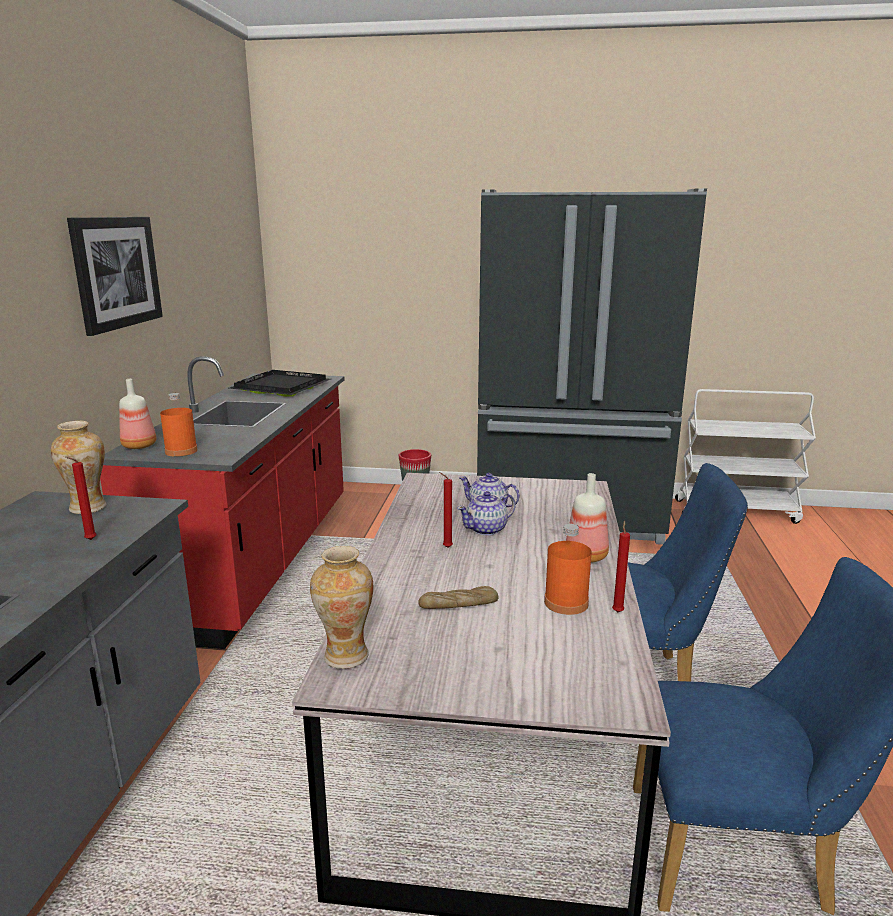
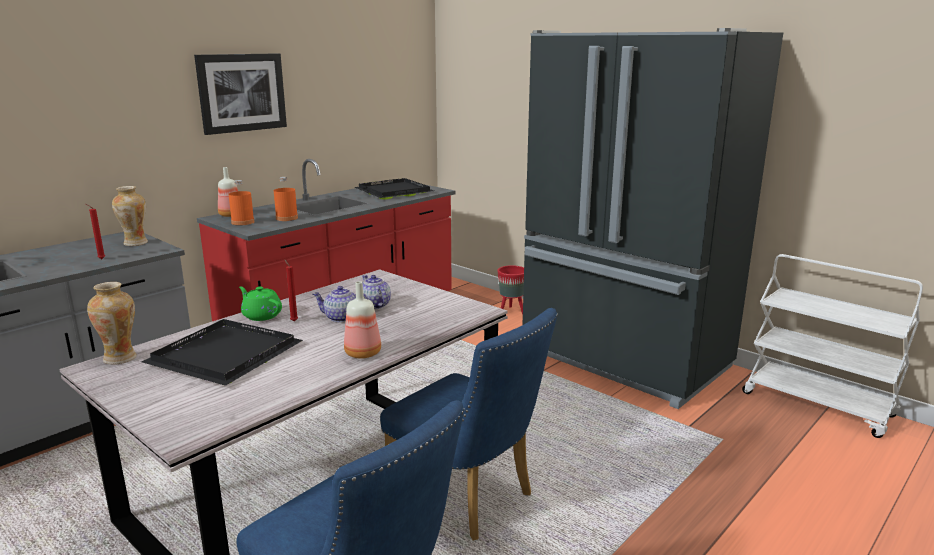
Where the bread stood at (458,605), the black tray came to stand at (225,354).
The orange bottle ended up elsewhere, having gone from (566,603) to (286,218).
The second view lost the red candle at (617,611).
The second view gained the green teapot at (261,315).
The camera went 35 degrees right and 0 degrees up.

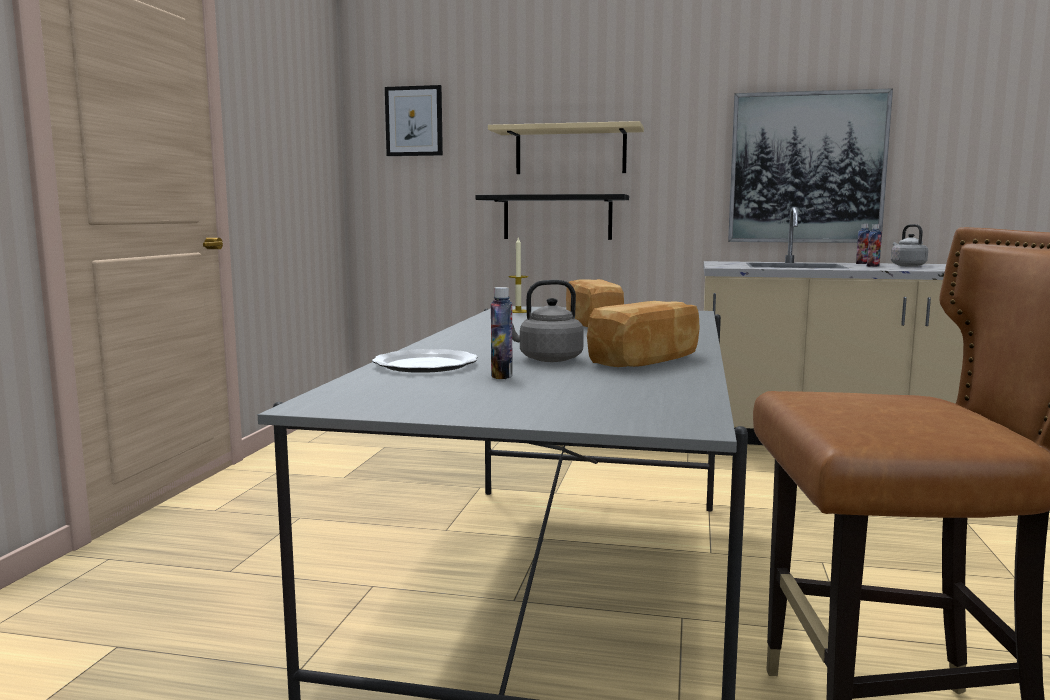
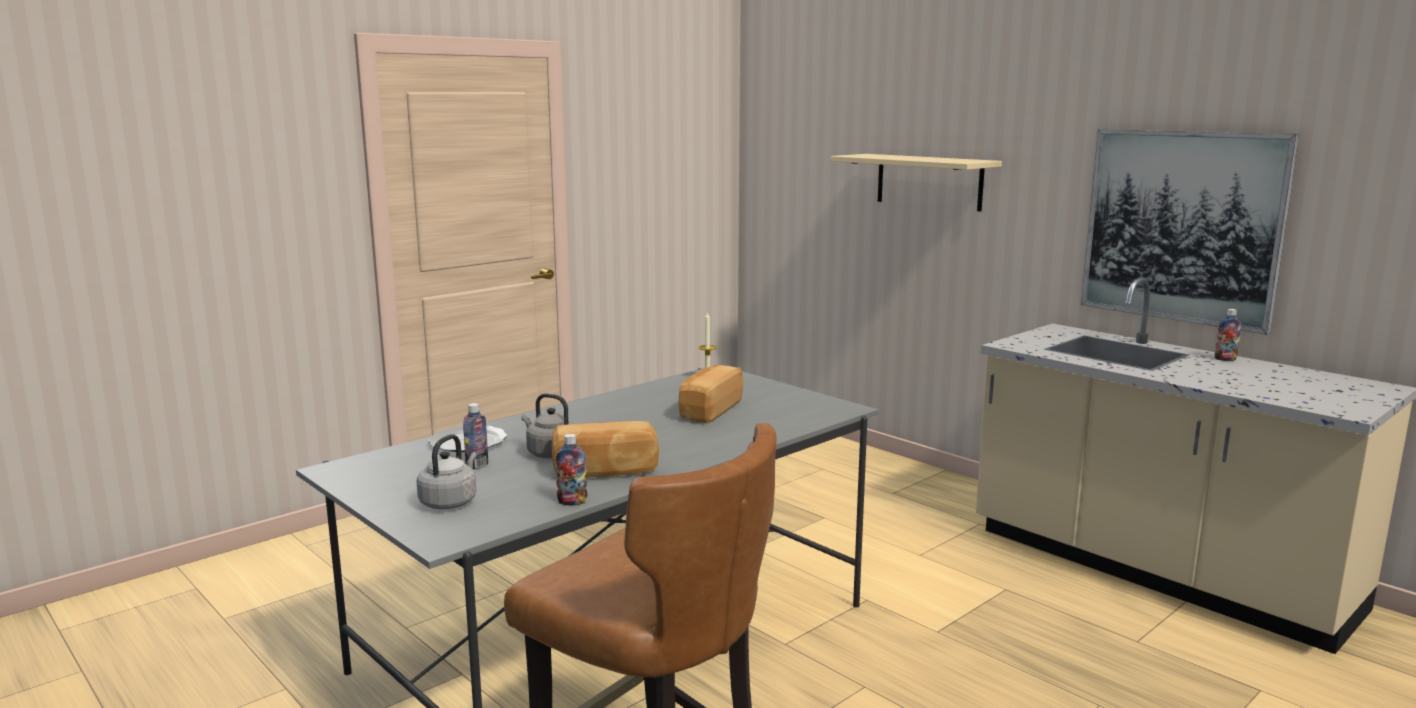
The second view lost the picture at (414,121).
The second view lost the black shelf at (557,217).
The bottle ended up elsewhere, having gone from (873,266) to (572,502).
The grey kettle ended up elsewhere, having gone from (906,265) to (450,502).
The camera went 35 degrees right and 5 degrees up.

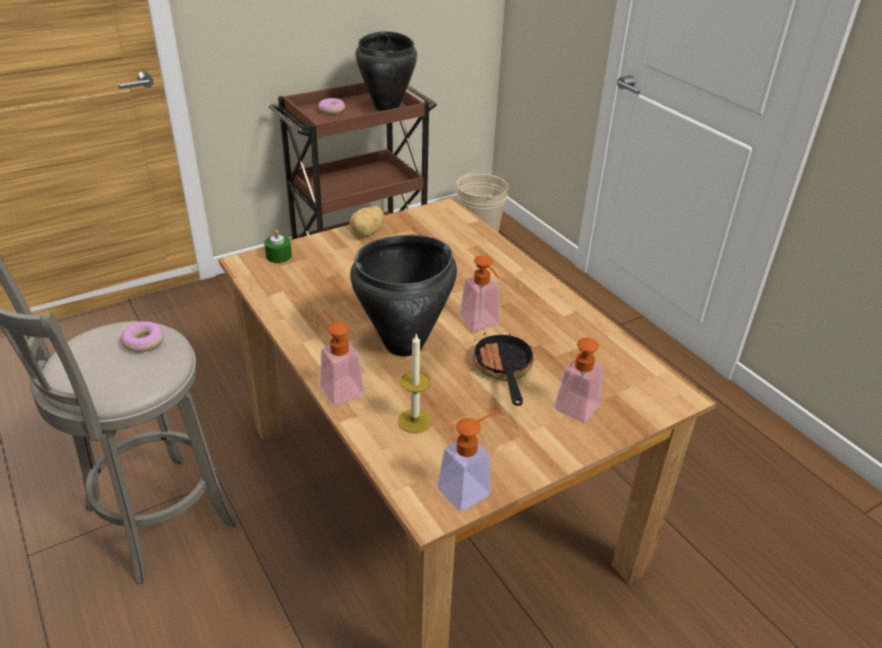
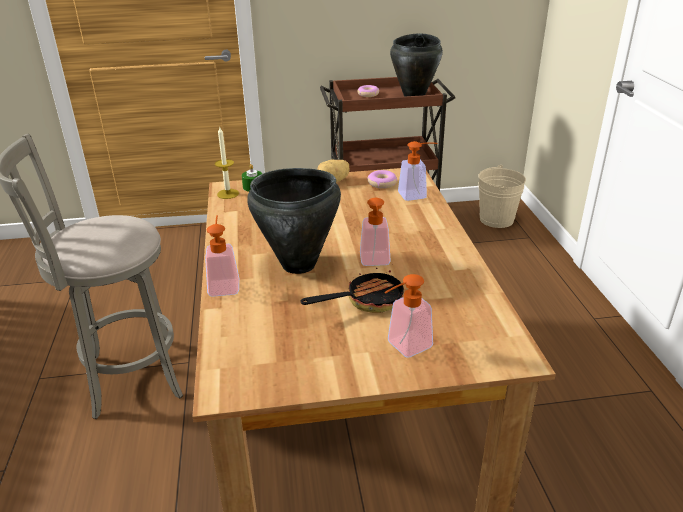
The donut ended up elsewhere, having gone from (143,342) to (382,183).
The candle ended up elsewhere, having gone from (415,421) to (228,194).
The soap dispenser ended up elsewhere, having gone from (471,488) to (417,194).
The frying pan at (503,370) ended up facing another way, 45 degrees clockwise from before.
The camera went 25 degrees right and 5 degrees down.

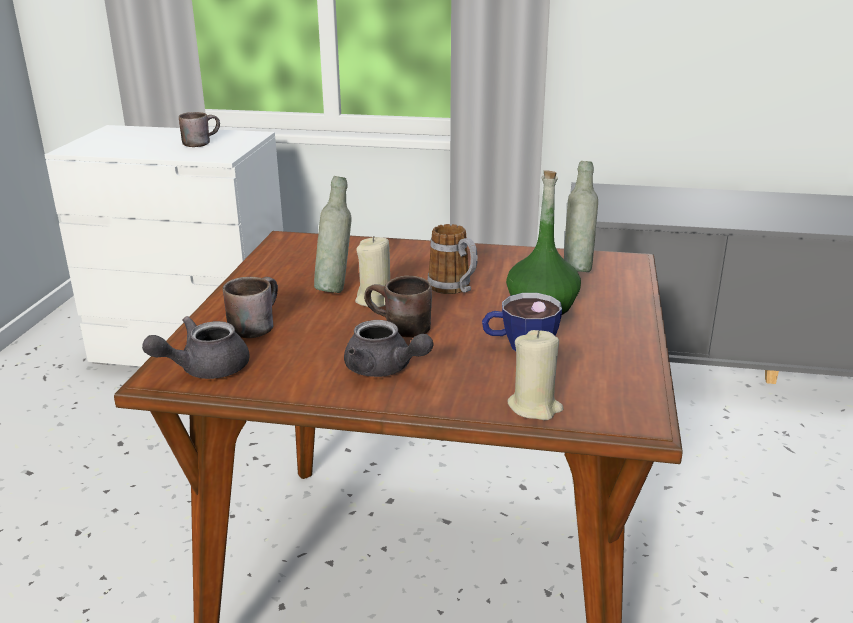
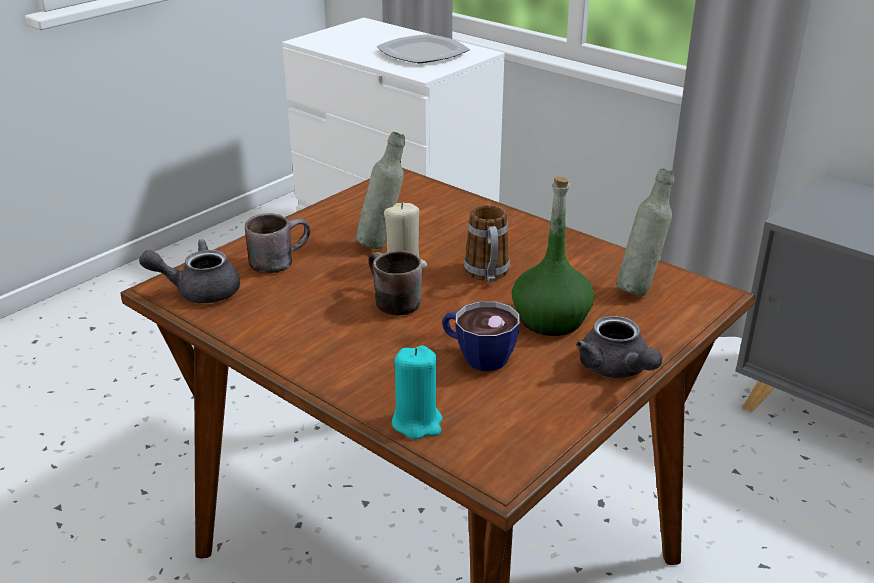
Where the brown mug stood at (200,142), the plate came to stand at (421,53).
The grey teapot ended up elsewhere, having gone from (384,369) to (617,370).
What was the beige candle at (534,407) turned into the turquoise candle at (417,422).
The camera went 30 degrees right and 5 degrees up.

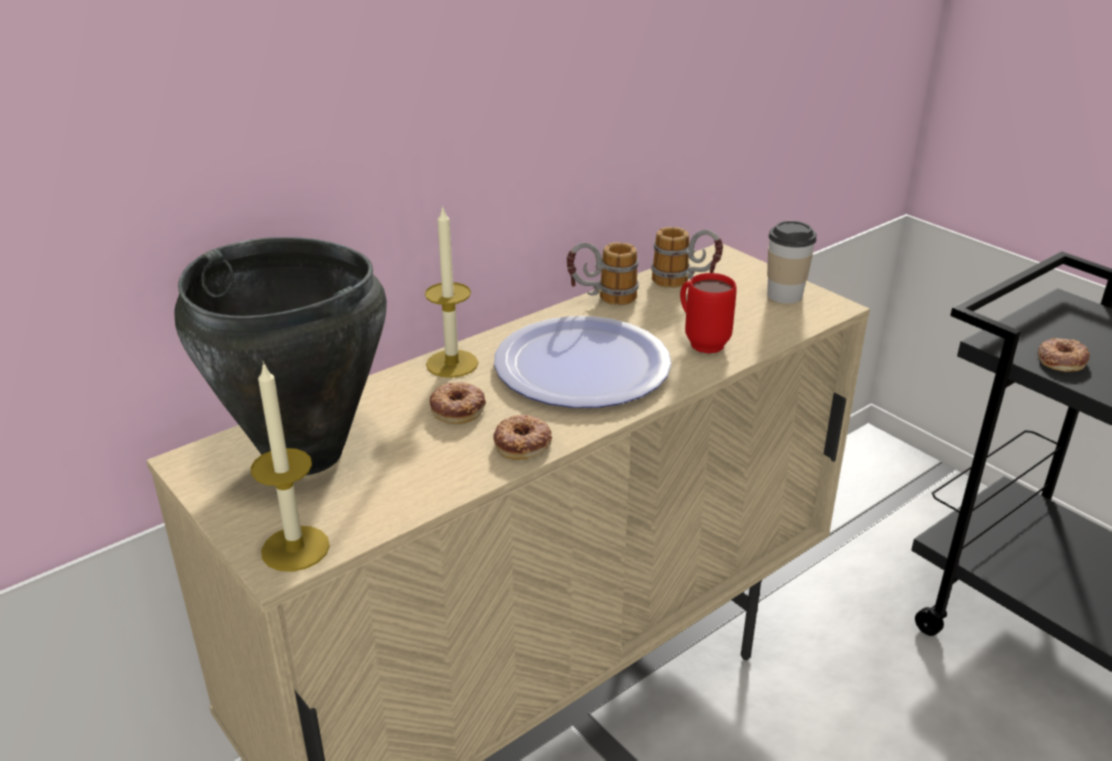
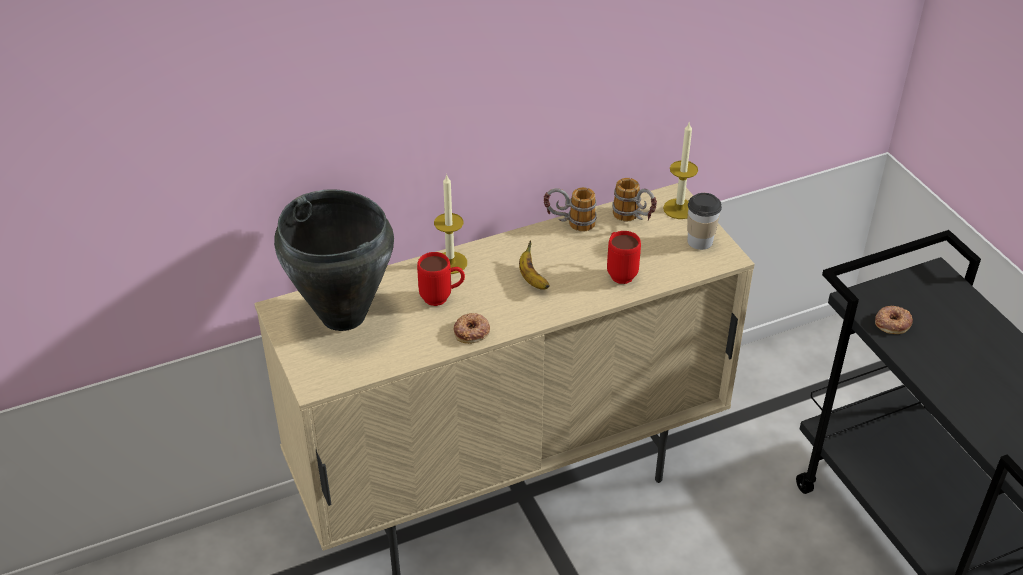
The candle ended up elsewhere, having gone from (295,548) to (679,209).
Where the donut stood at (458,408), the red mug came to stand at (442,298).
Where the plate stood at (581,365), the banana came to stand at (532,279).
The camera went 15 degrees right and 10 degrees up.

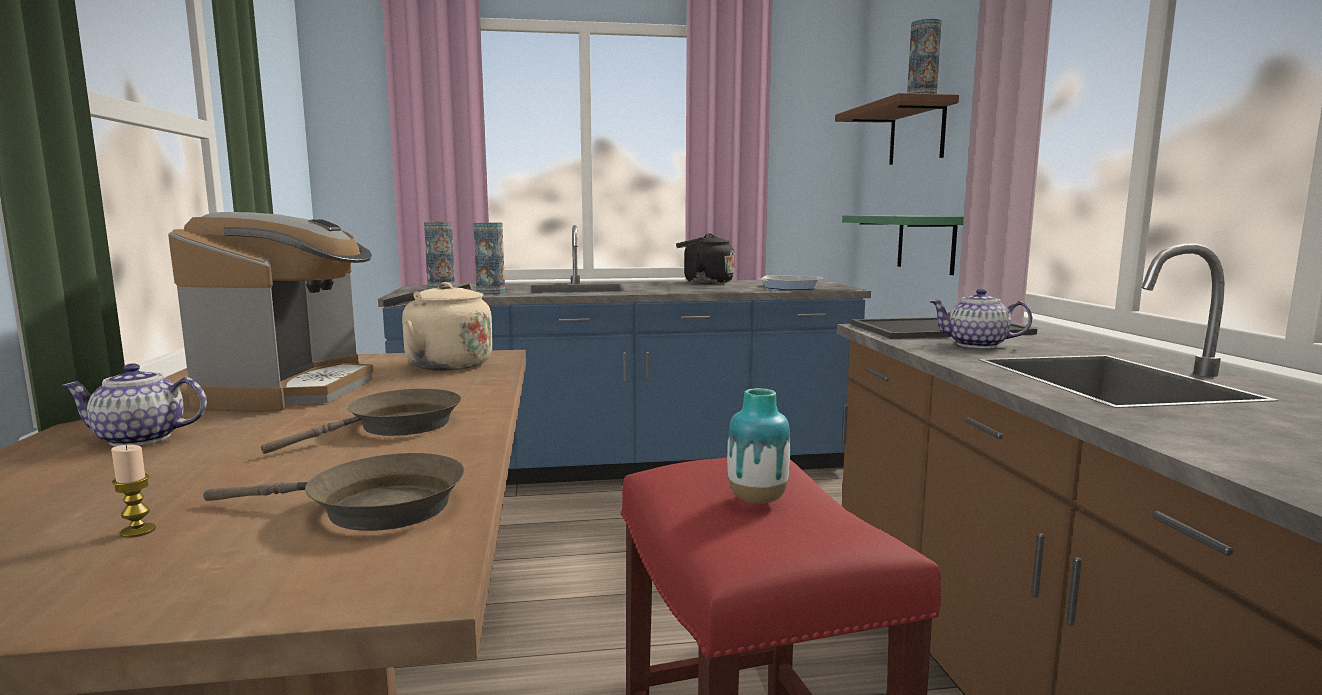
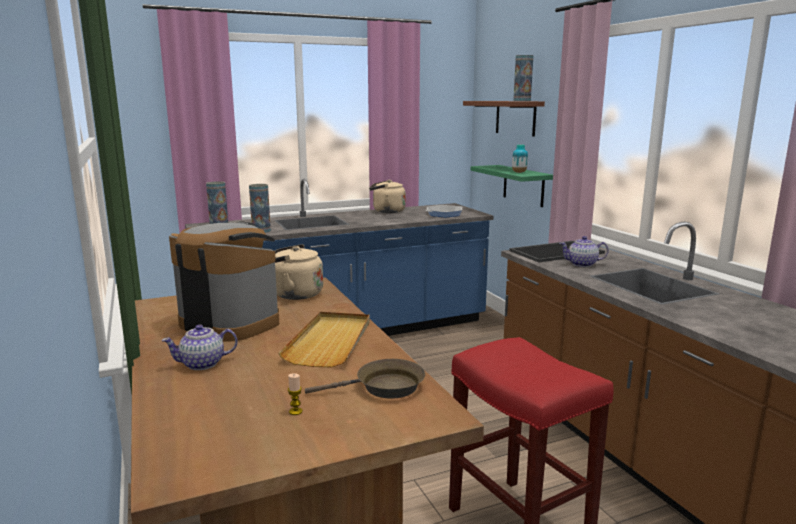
The coffee machine at (289,390) ended up facing another way, 45 degrees counterclockwise from before.
Where the brown frying pan stood at (397,426), the beige tray came to stand at (330,341).
What was the black kettle at (704,282) turned into the beige kettle at (386,211).
The vase ended up elsewhere, having gone from (757,500) to (519,172).
The camera went 15 degrees left and 5 degrees up.

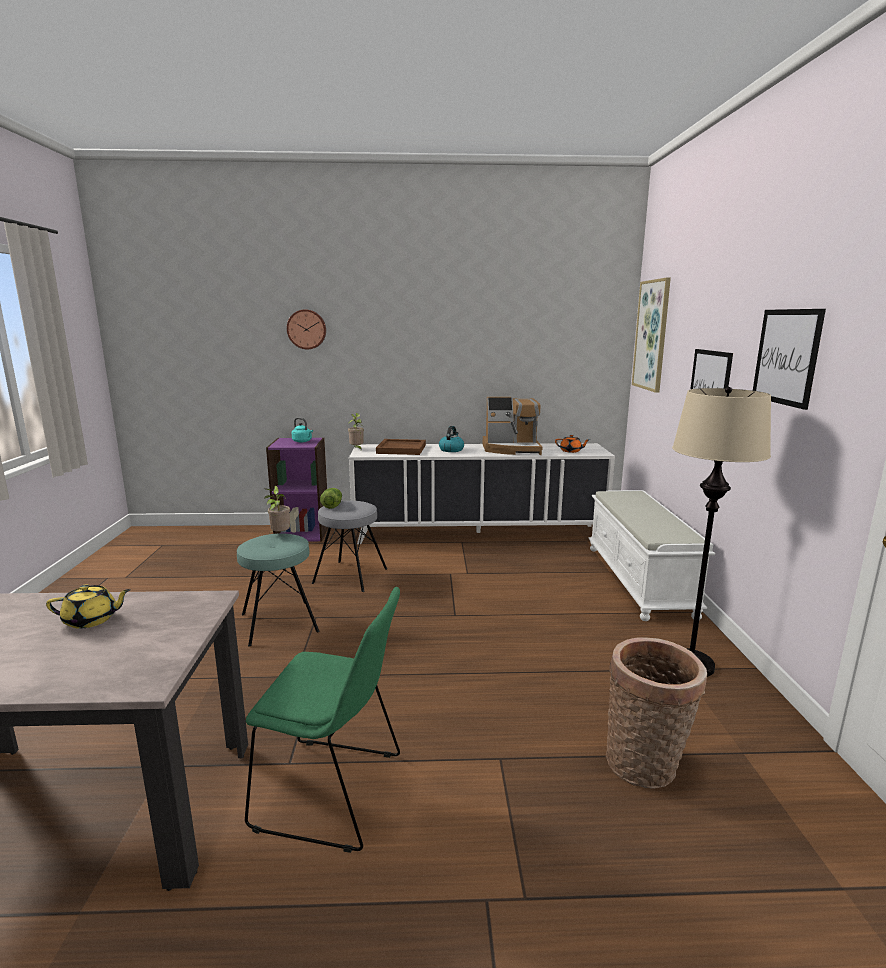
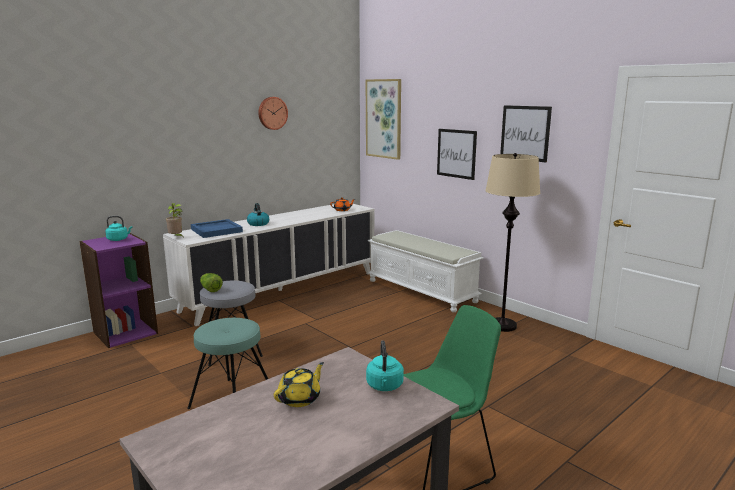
The second view lost the potted plant at (279,535).
The wall clock ended up elsewhere, having gone from (307,329) to (272,113).
What was the brown tray at (402,449) turned into the blue tray at (216,230).
The second view lost the coffee machine at (512,449).
The second view lost the basket at (645,765).
The second view gained the turquoise kettle at (384,386).
The camera went 40 degrees left and 0 degrees up.

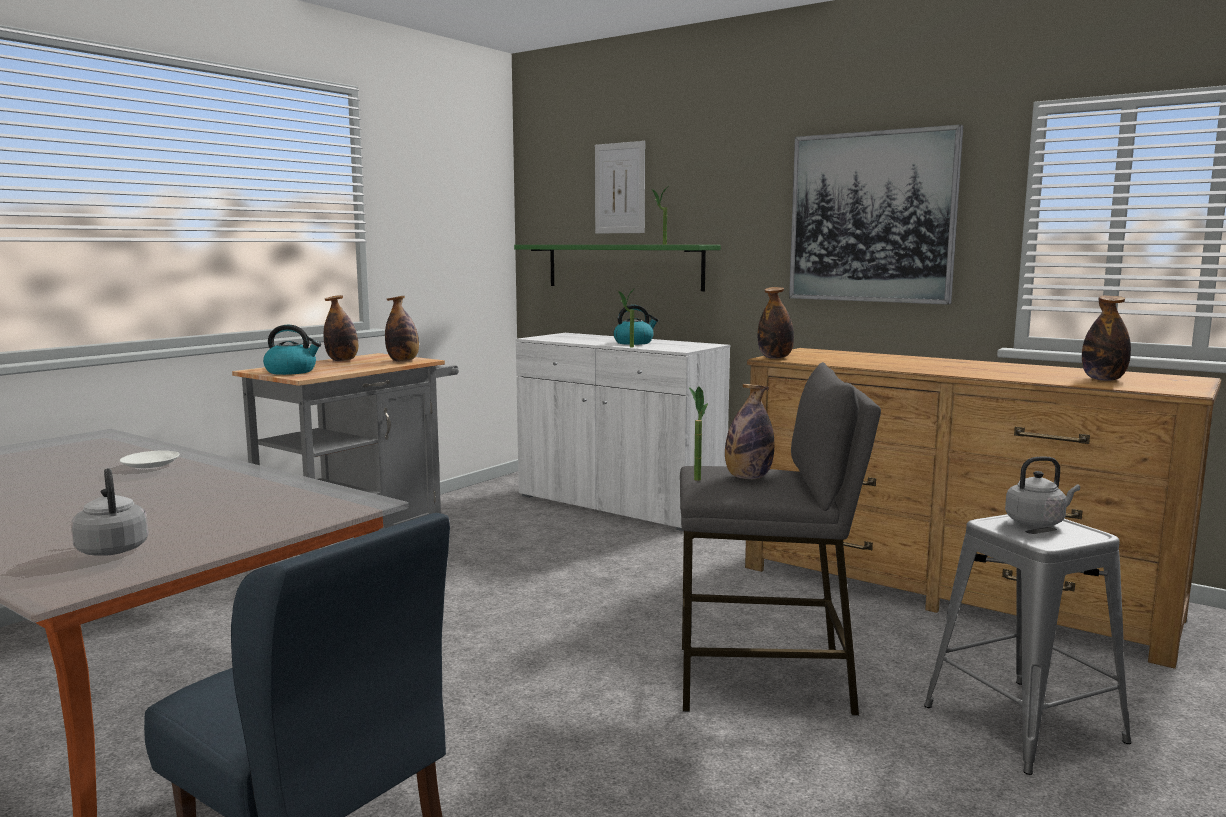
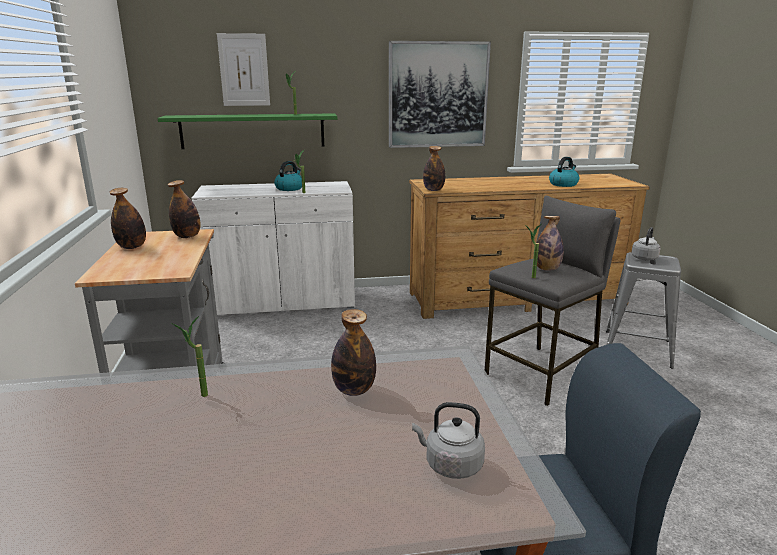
Where the white plate stood at (151,465), the potted plant came to stand at (197,395).
The kettle ended up elsewhere, having gone from (291,371) to (563,184).
The bottle ended up elsewhere, having gone from (1103,379) to (354,390).
The camera went 45 degrees left and 10 degrees up.

